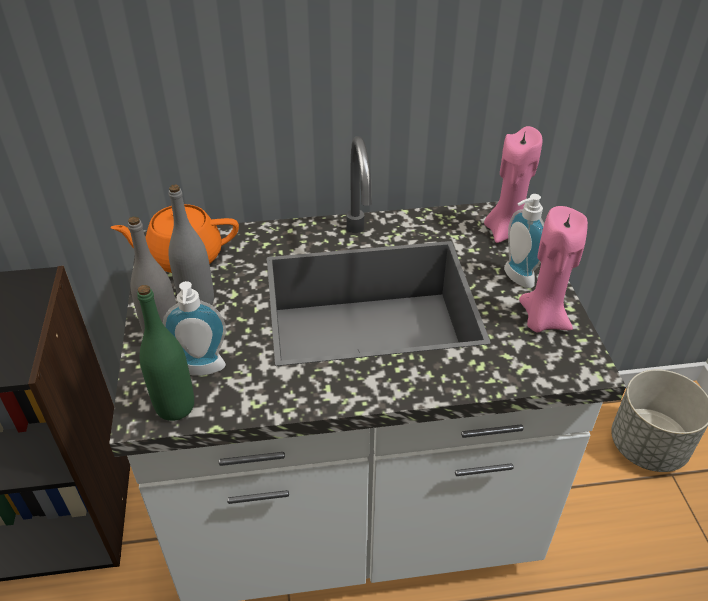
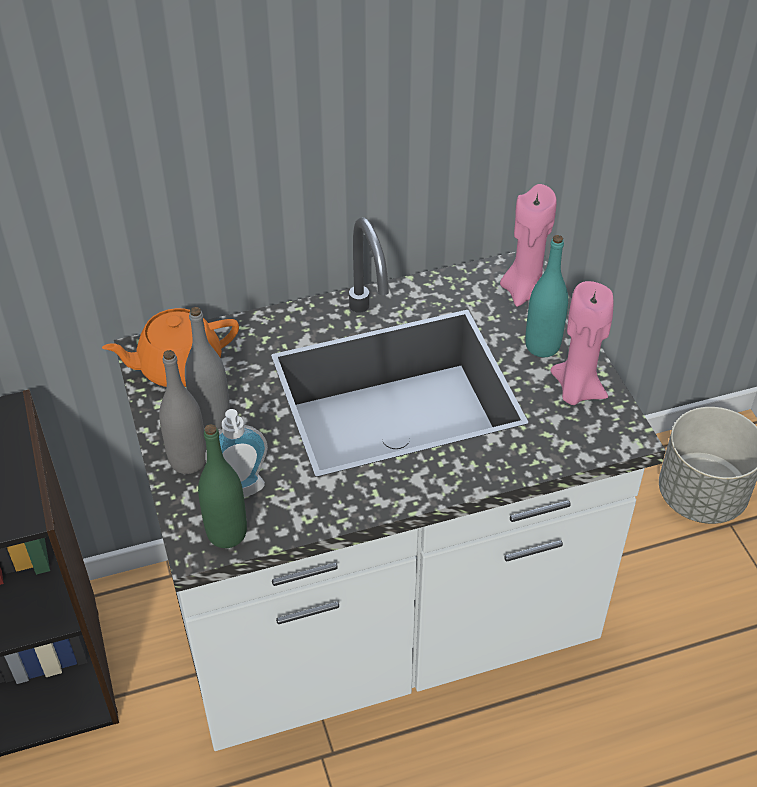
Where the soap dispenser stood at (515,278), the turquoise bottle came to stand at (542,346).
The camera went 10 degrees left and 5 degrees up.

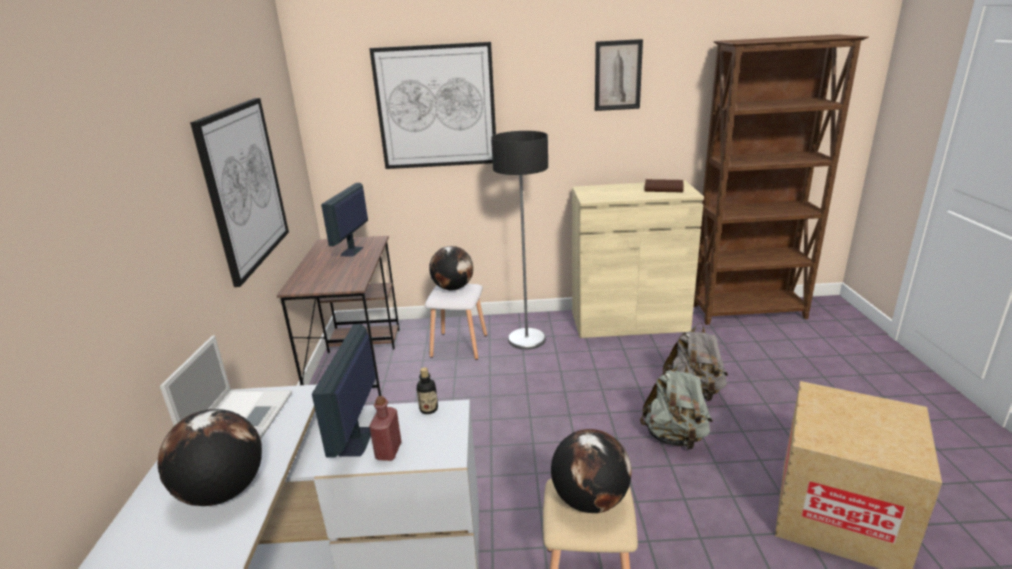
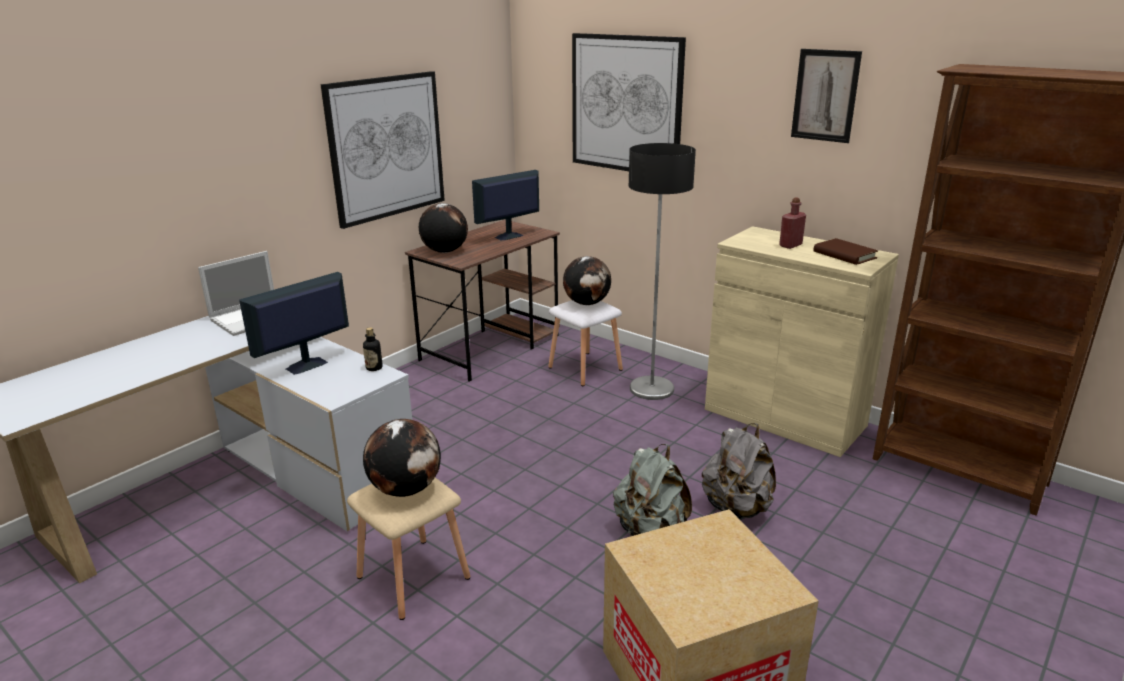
The globe ended up elsewhere, having gone from (222,492) to (444,251).
The red bottle ended up elsewhere, having gone from (388,451) to (790,245).
The camera went 40 degrees right and 0 degrees up.

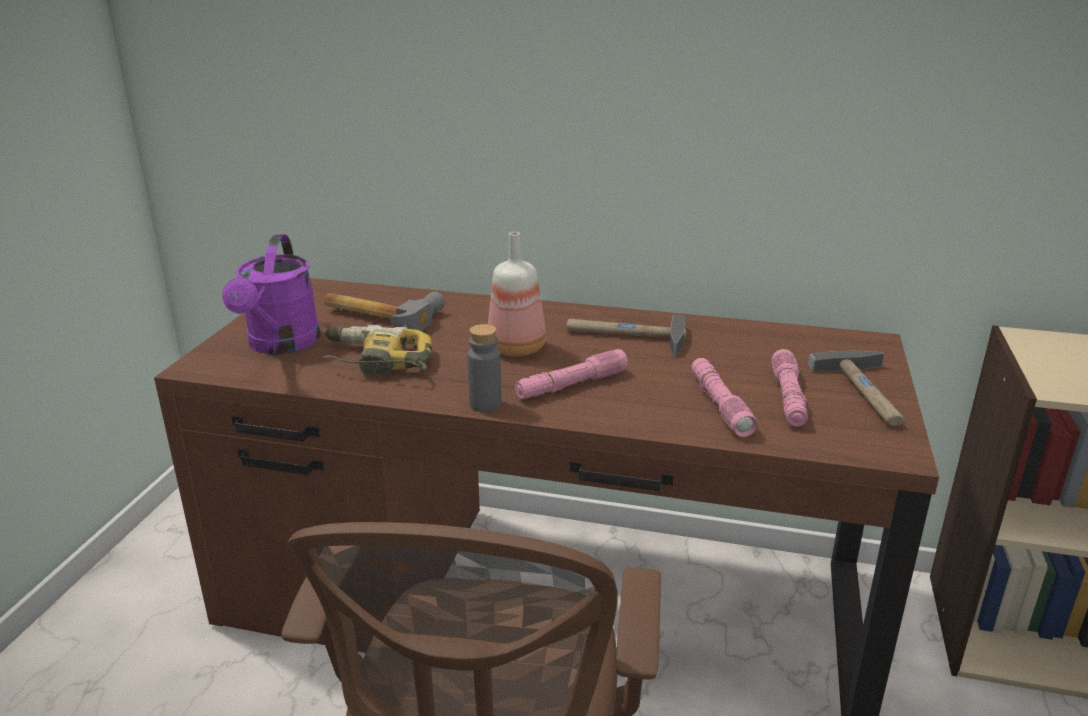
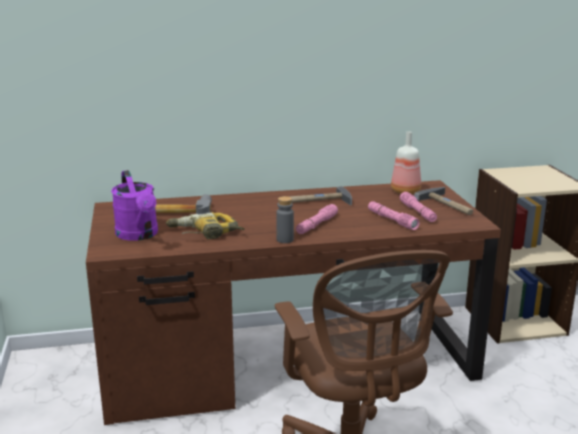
The bottle ended up elsewhere, having gone from (518,348) to (405,191).
The camera went 25 degrees left and 5 degrees down.

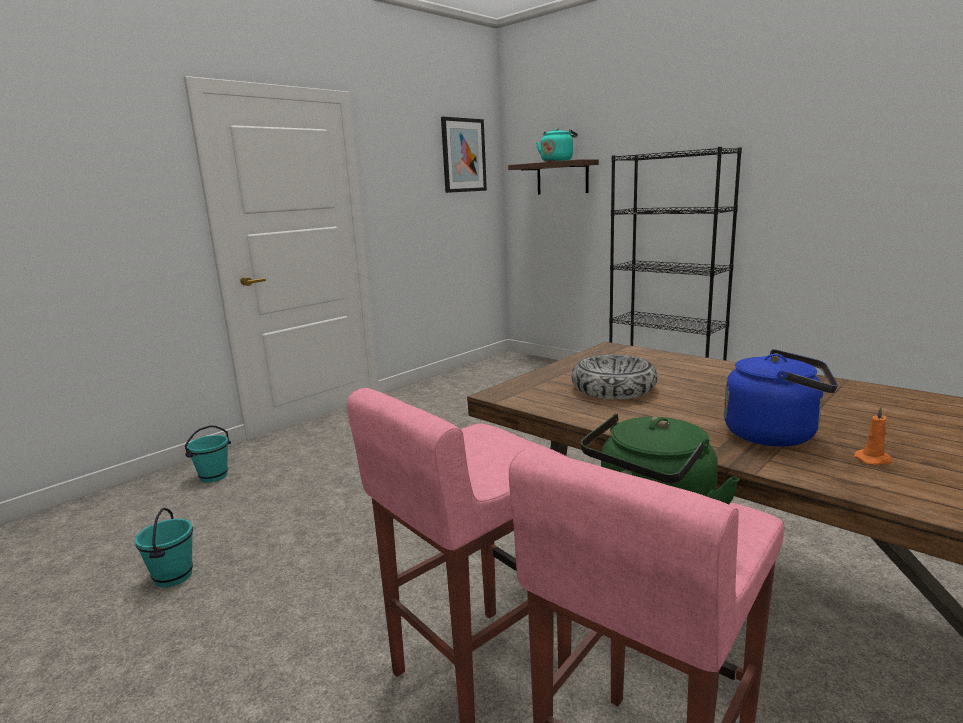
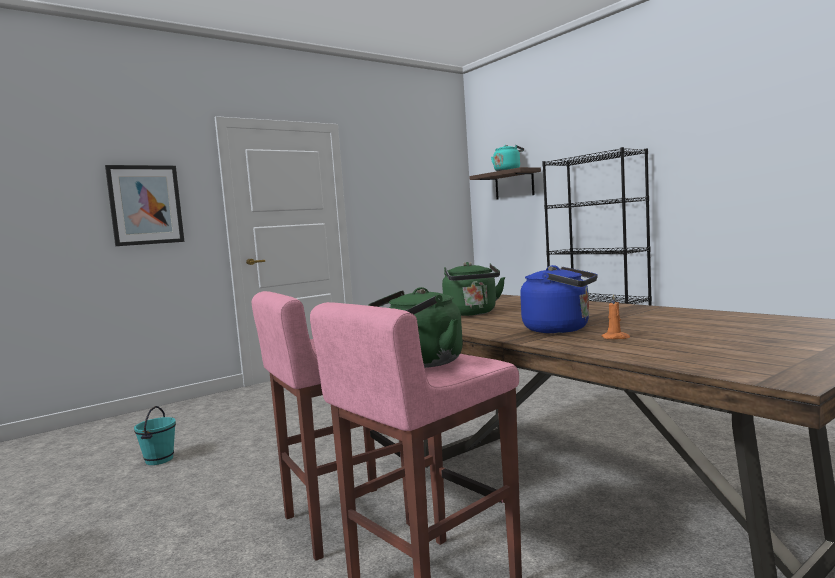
The second view lost the turquoise bucket at (213,476).
The picture ended up elsewhere, having gone from (463,155) to (145,205).
Where the bowl stood at (613,389), the green kettle came to stand at (472,313).
The camera went 10 degrees right and 10 degrees down.

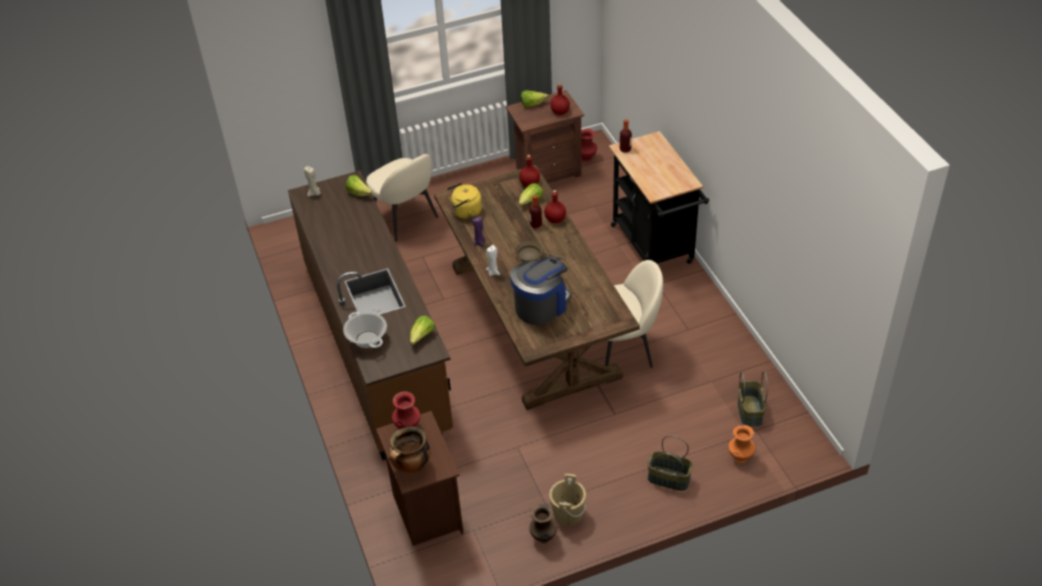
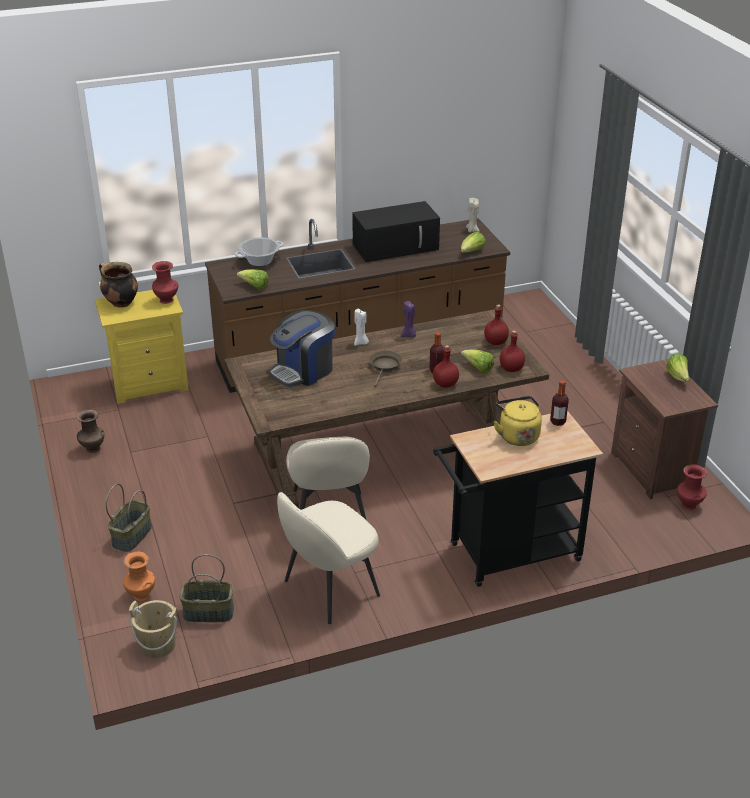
The beige chair ended up elsewhere, having gone from (405,219) to (329,589).
What was the brown nightstand at (426,511) turned into the yellow nightstand at (149,384).
The yellow kettle ended up elsewhere, having gone from (465,212) to (517,435).
The coffee machine at (541,306) ended up facing another way, 90 degrees clockwise from before.
The beige bucket ended up elsewhere, having gone from (568,514) to (158,645).
The red bottle ended up elsewhere, having gone from (560,112) to (495,342).
The second view gained the black microwave at (396,246).
The camera went 90 degrees right and 10 degrees down.

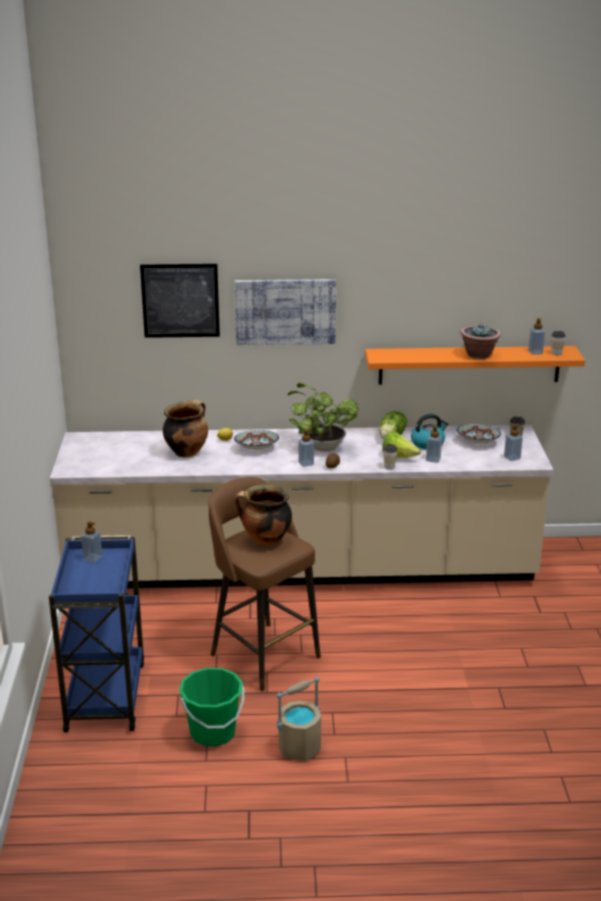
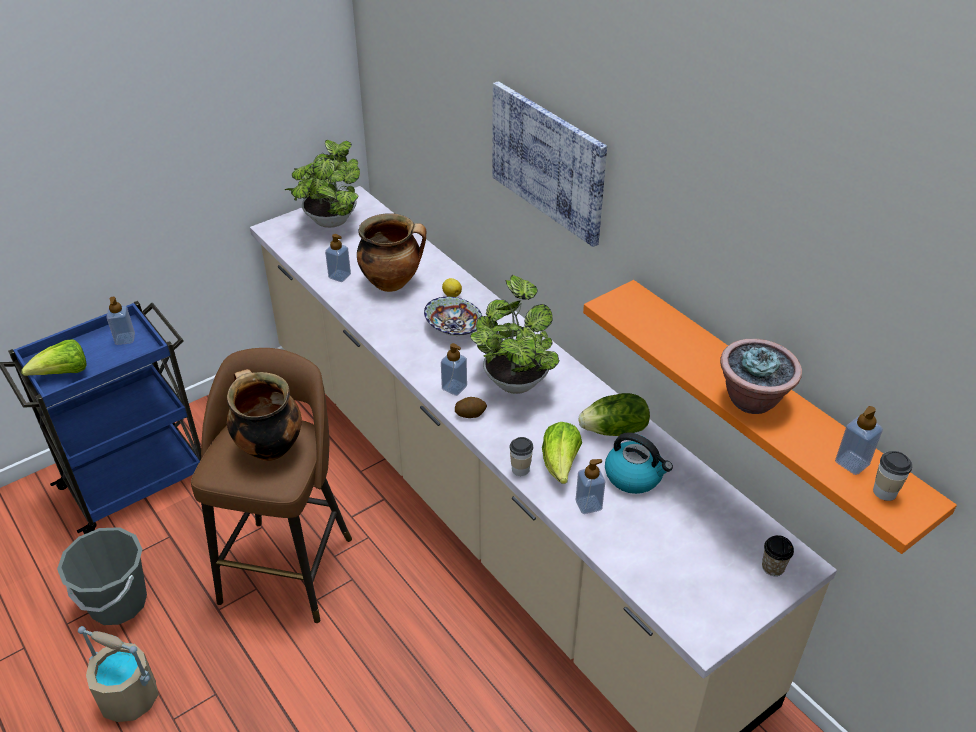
The second view lost the picture at (180,300).
What was the green bucket at (213,732) turned into the grey bucket at (118,602).
The second view lost the bowl at (477,442).
The soap dispenser ended up elsewhere, having gone from (512,458) to (339,276).
The second view gained the lettuce at (64,373).
The second view gained the potted plant at (329,223).
The camera went 55 degrees right and 15 degrees up.

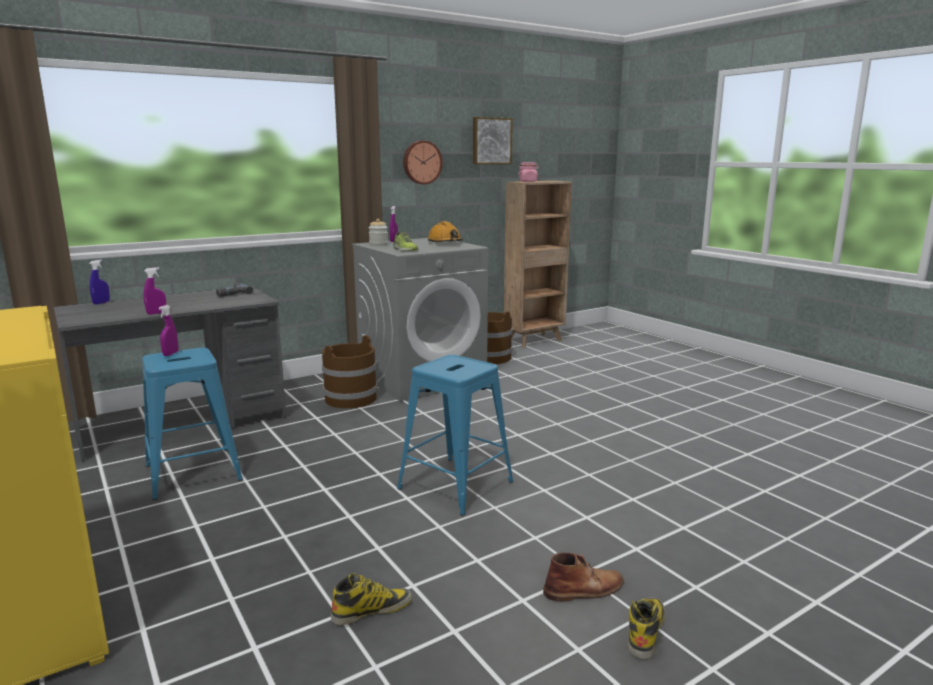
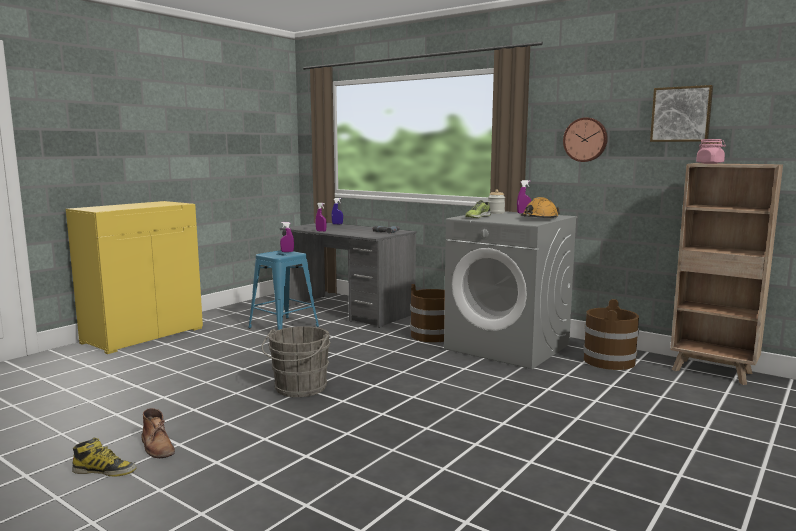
The second view lost the boot at (372,610).
Where the blue stool stood at (455,485), the grey bucket came to stand at (299,389).
The camera went 70 degrees right and 5 degrees down.

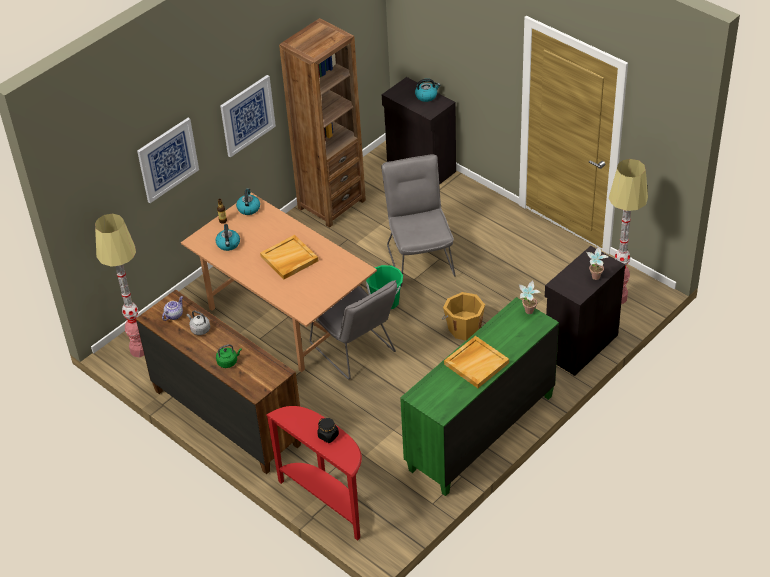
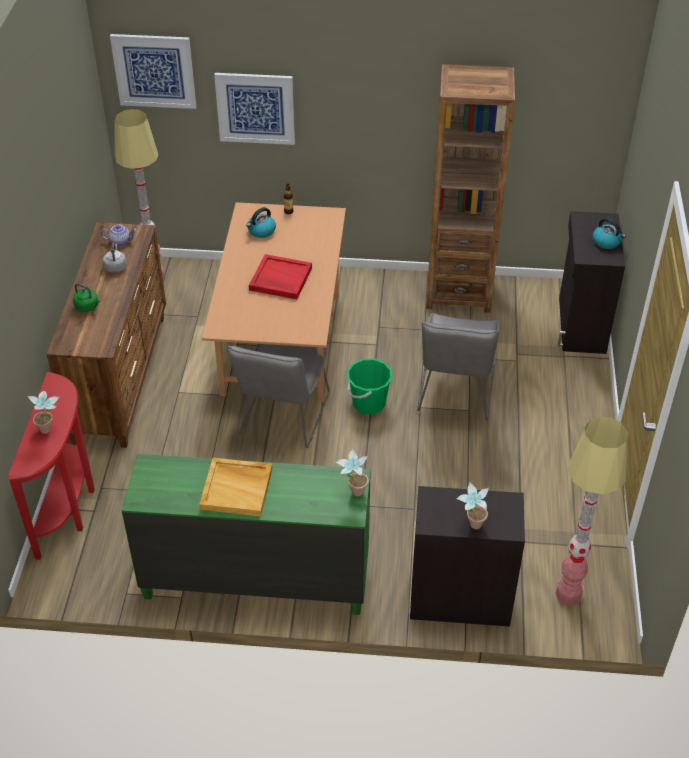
The picture ended up elsewhere, having gone from (247,115) to (154,71).
The second view lost the kettle at (248,208).
What was the beige tray at (289,259) turned into the red tray at (280,279).
Where the black jar stood at (328,436), the potted plant came to stand at (49,430).
The grey chair at (419,257) ended up facing another way, 150 degrees clockwise from before.
The second view lost the orange bucket at (464,328).
The camera went 50 degrees right and 0 degrees up.

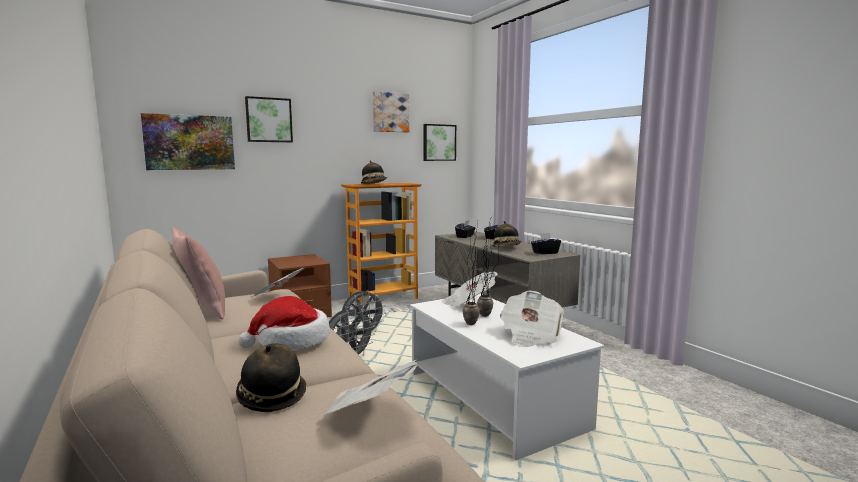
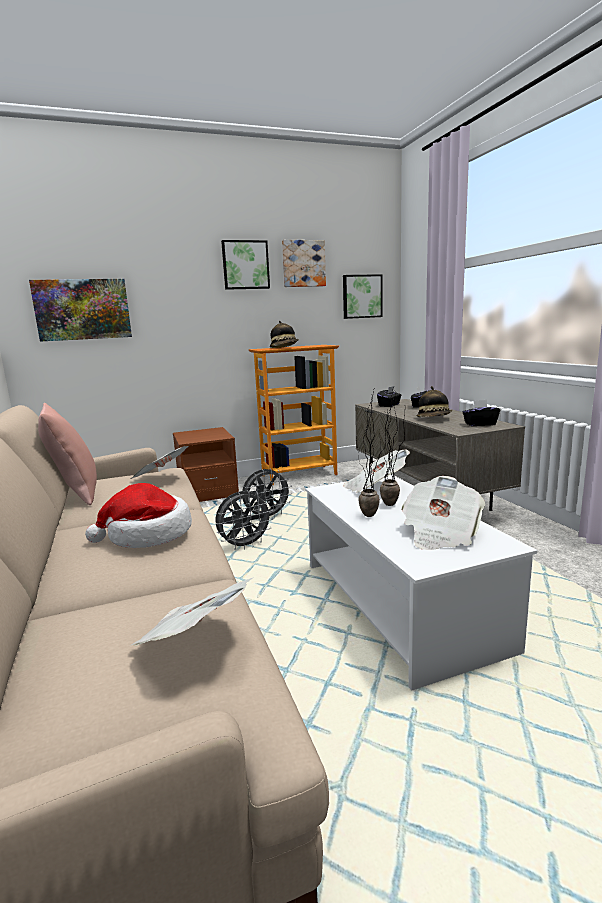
The second view lost the hat at (271,396).
The picture ended up elsewhere, having gone from (268,120) to (245,265).
The camera went 10 degrees right and 5 degrees up.

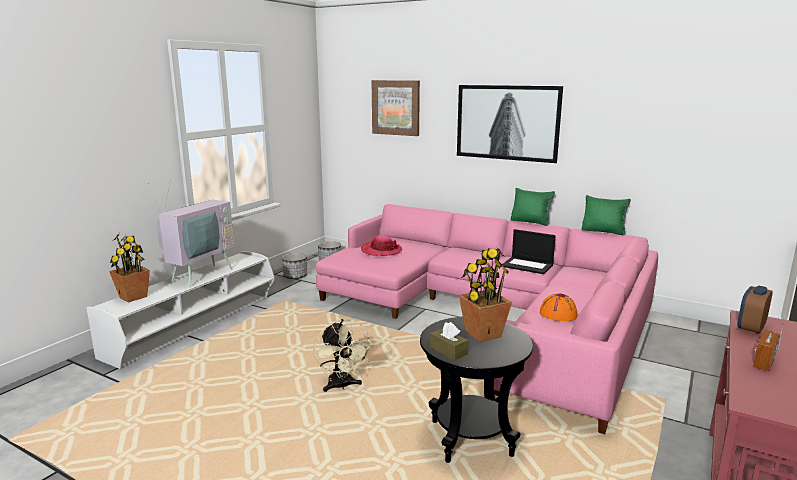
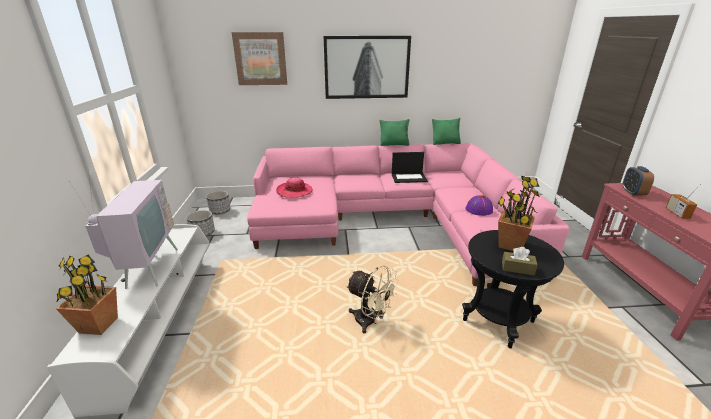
What was the orange hat at (557,314) turned into the purple hat at (478,210).
The camera went 35 degrees left and 10 degrees up.

